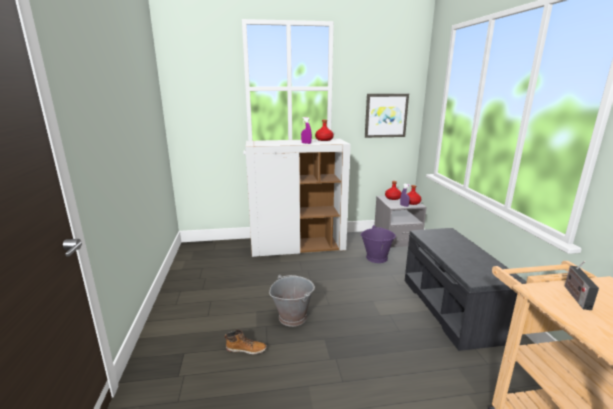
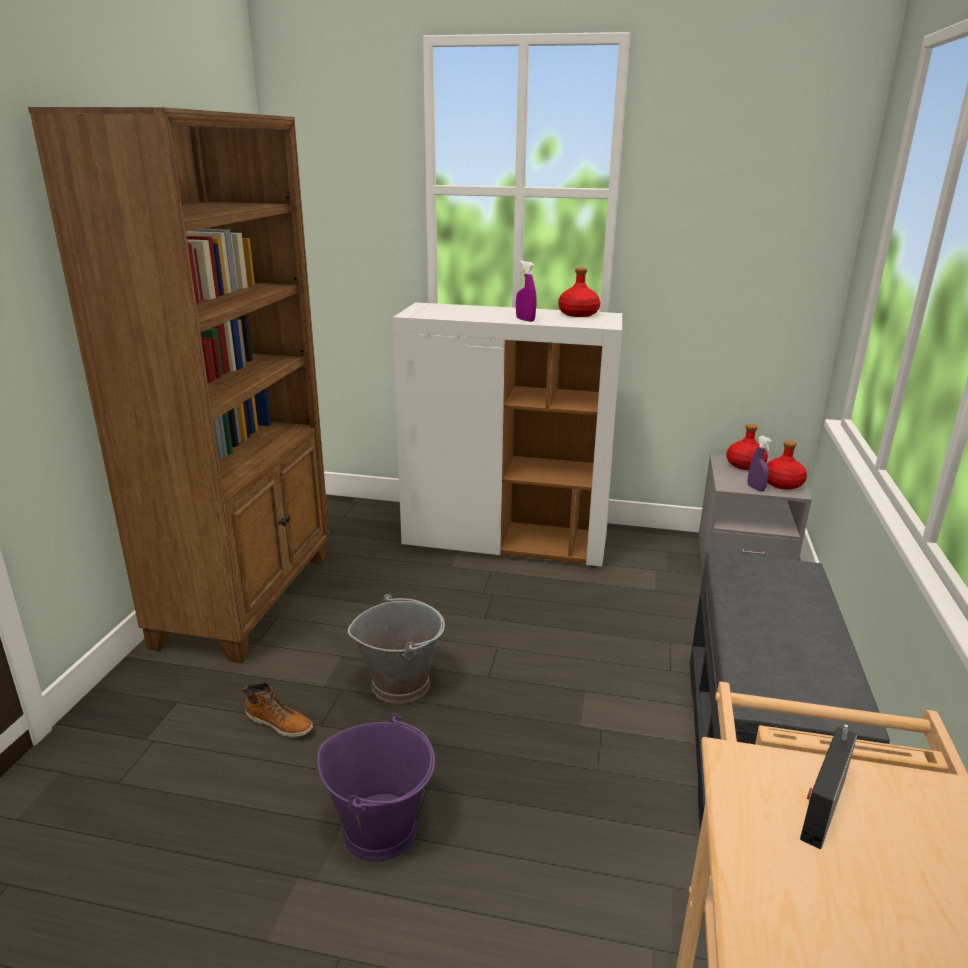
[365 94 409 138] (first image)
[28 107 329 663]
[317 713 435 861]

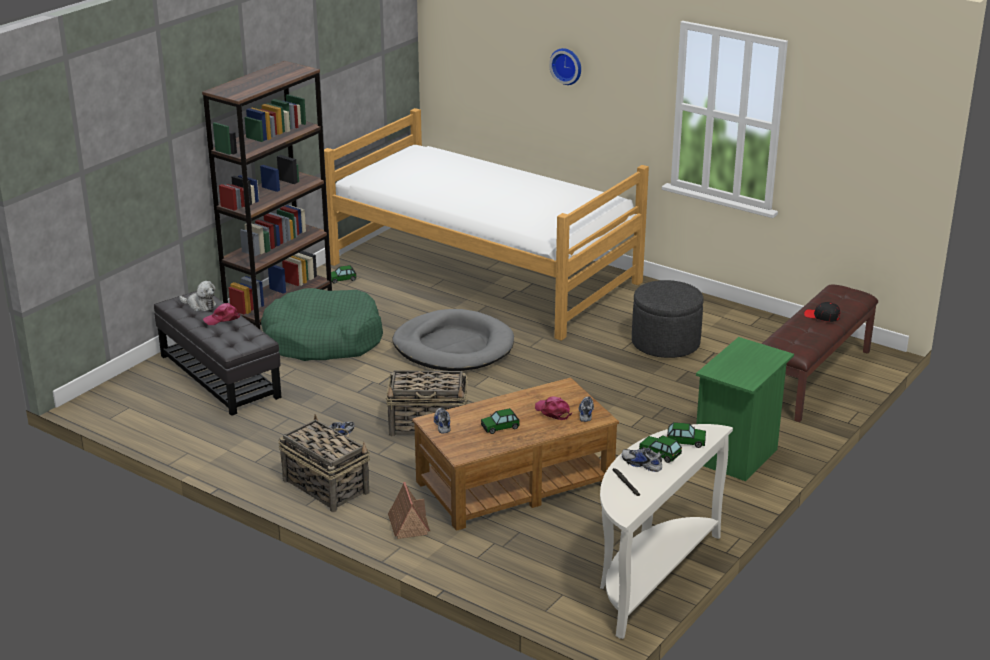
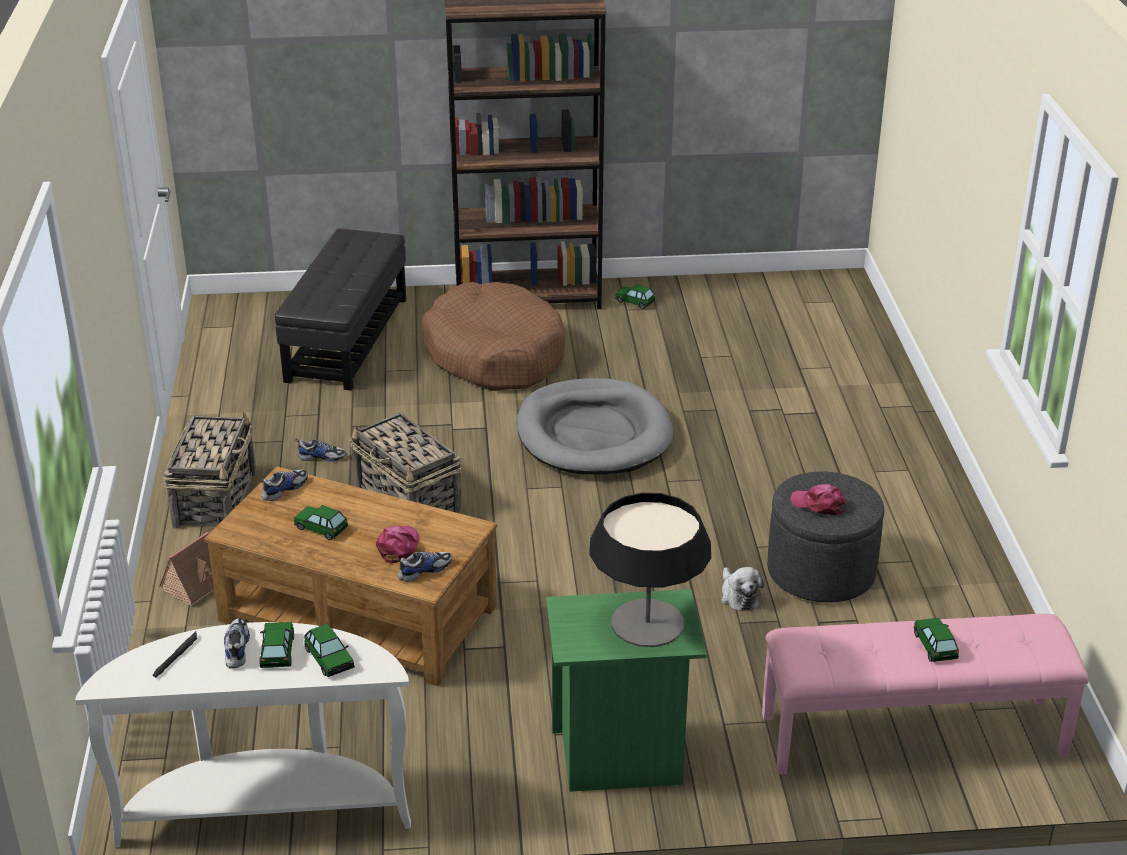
[324 108 649 341] (first image)
[549 48 581 85] (first image)
[589 493 711 647]
[721 567 764 611]
[790 484 847 515]
[913 618 959 662]
[422 282 565 391]
[762 614 1089 774]

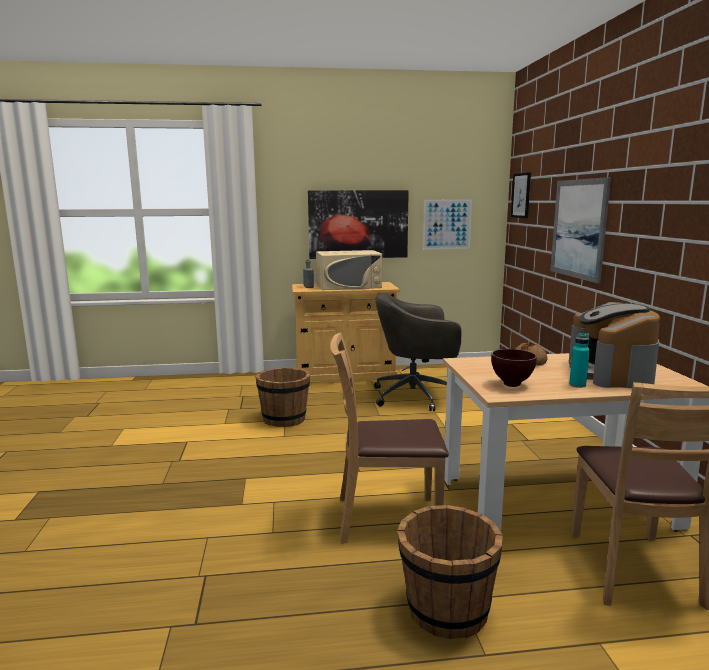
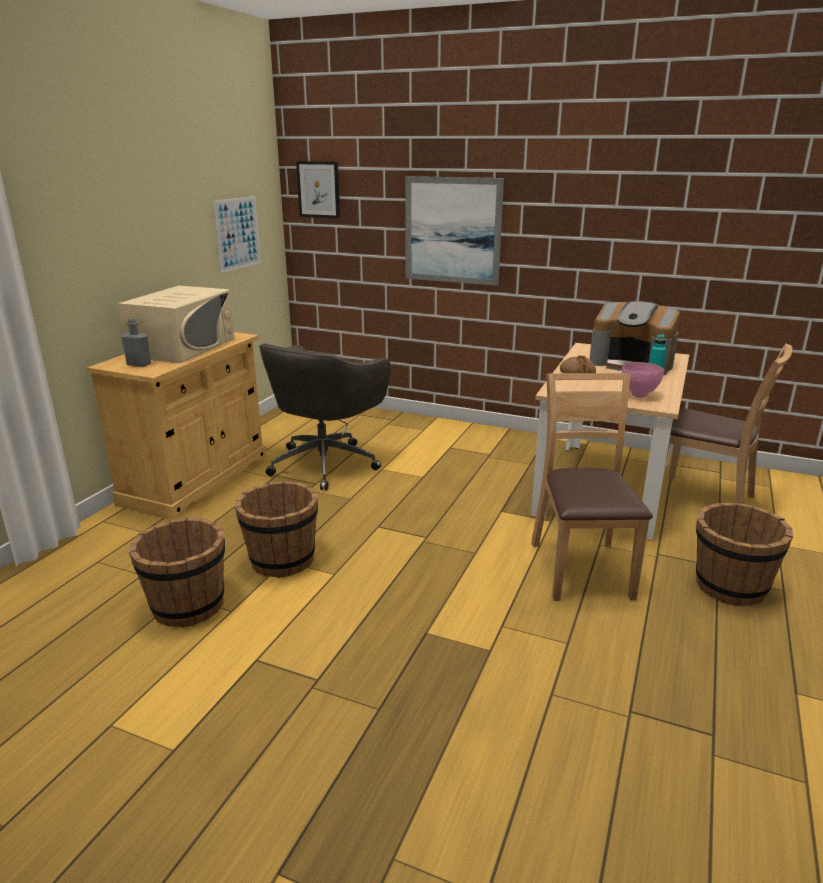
[308 190 409 259] (first image)
[129 518 225 628]
[622 362 664 398]
[531 373 653 601]

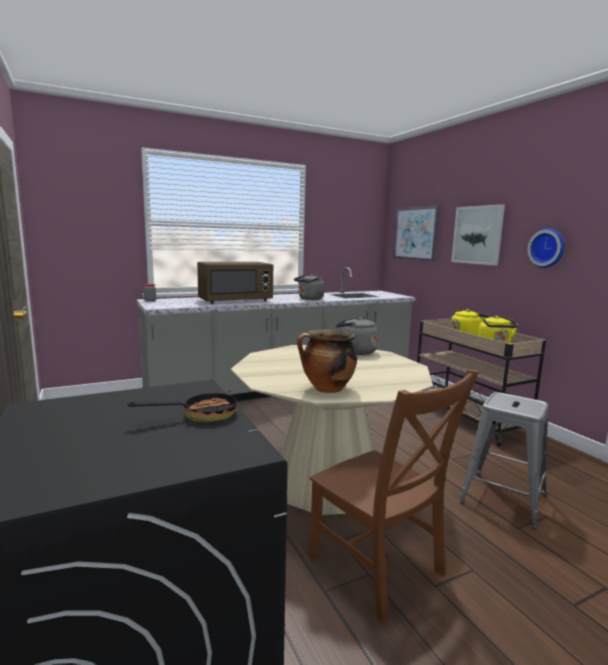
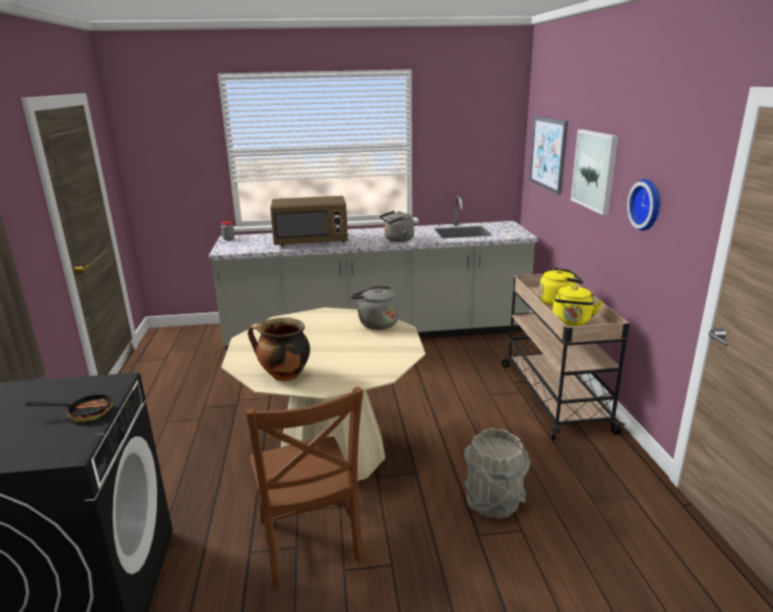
[464 428 531 519]

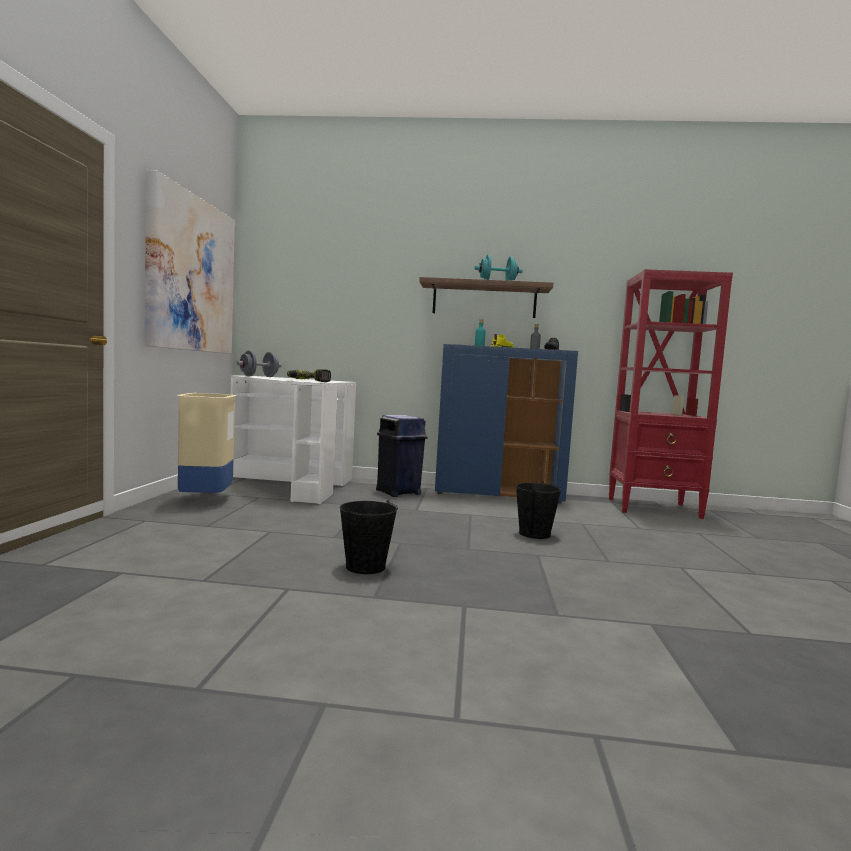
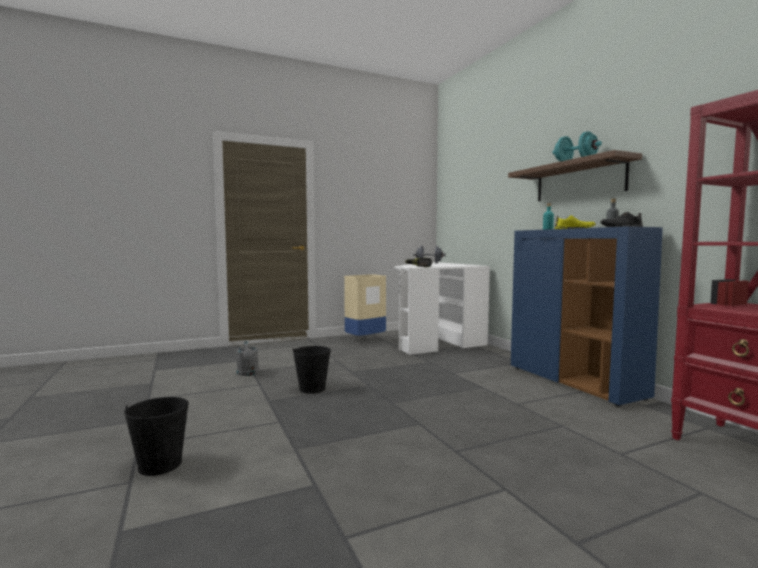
[145 170 235 354] (first image)
[376 415 428 497] (first image)
[236 341 259 376]
[124 397 189 476]

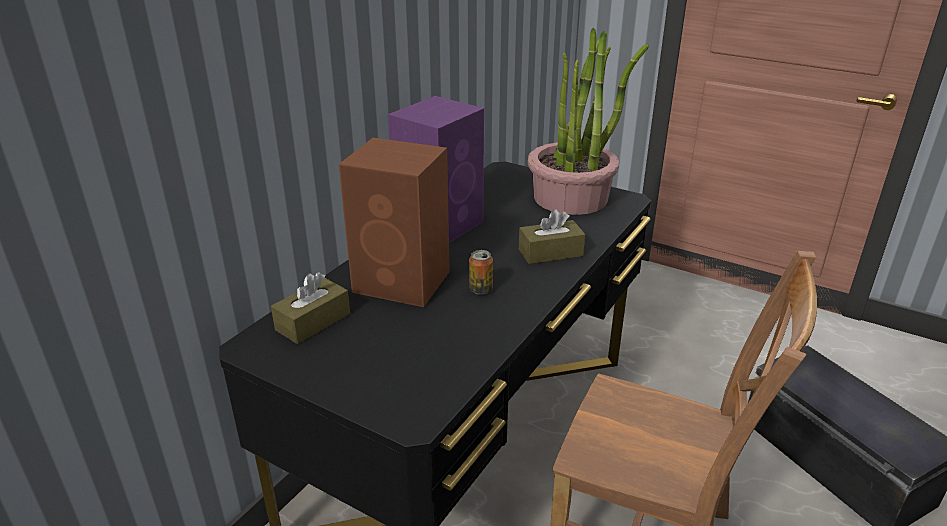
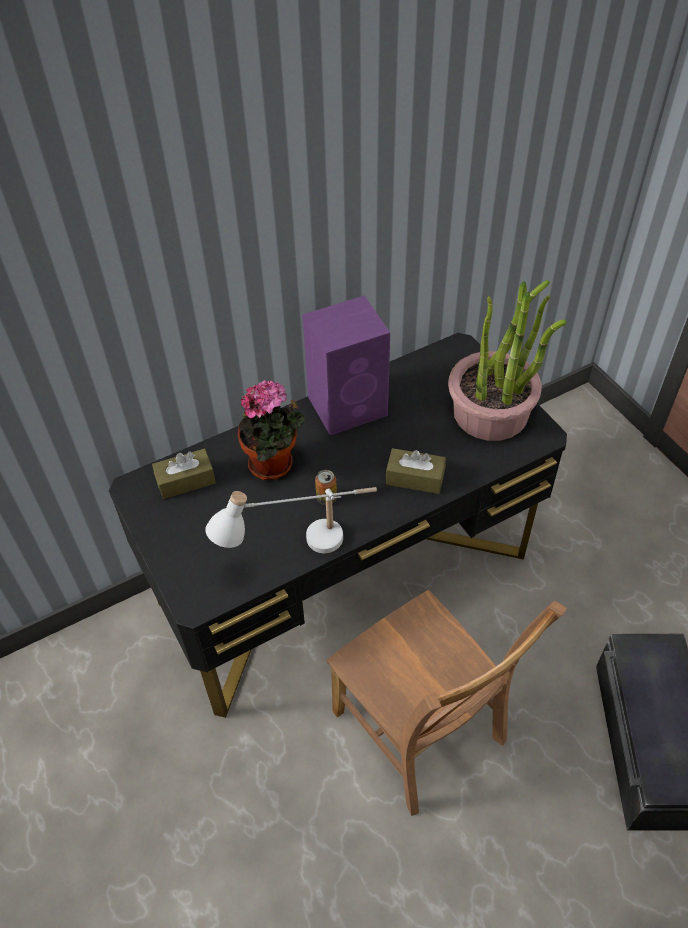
[205 487 377 553]
[237 380 305 480]

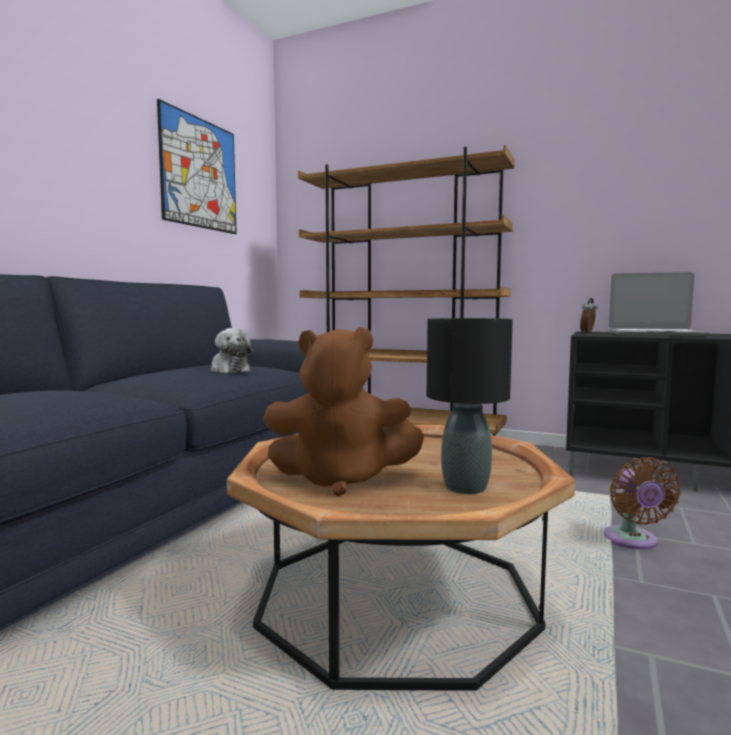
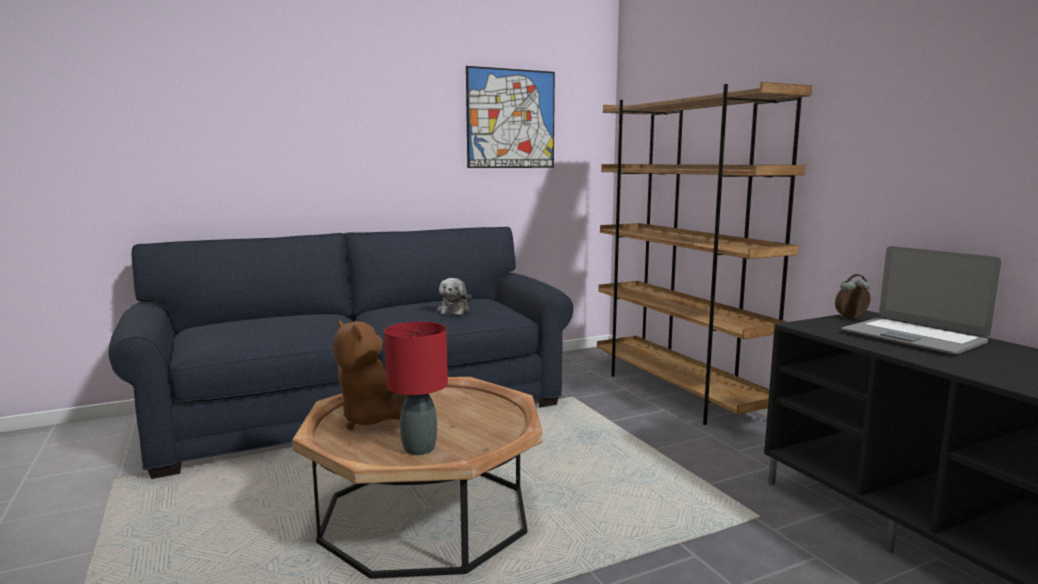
[604 457 681 550] (first image)
[384 322 448 455]

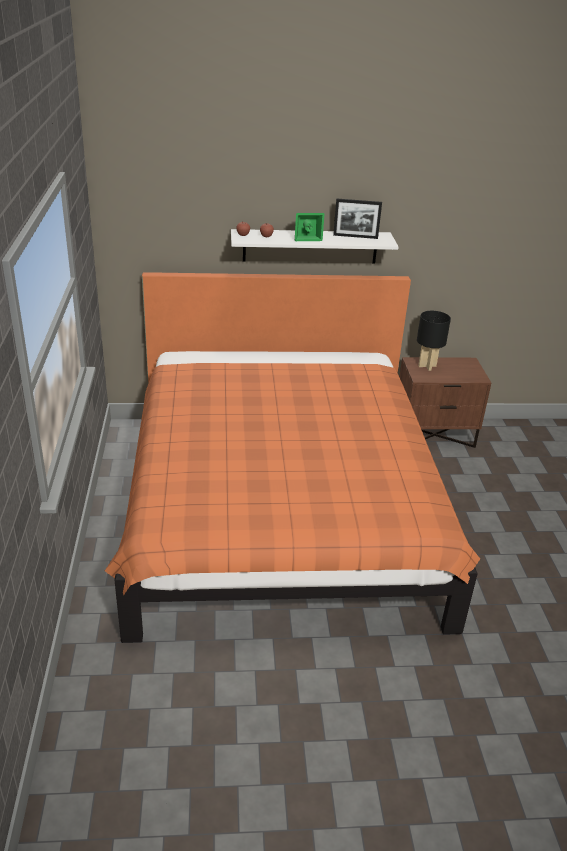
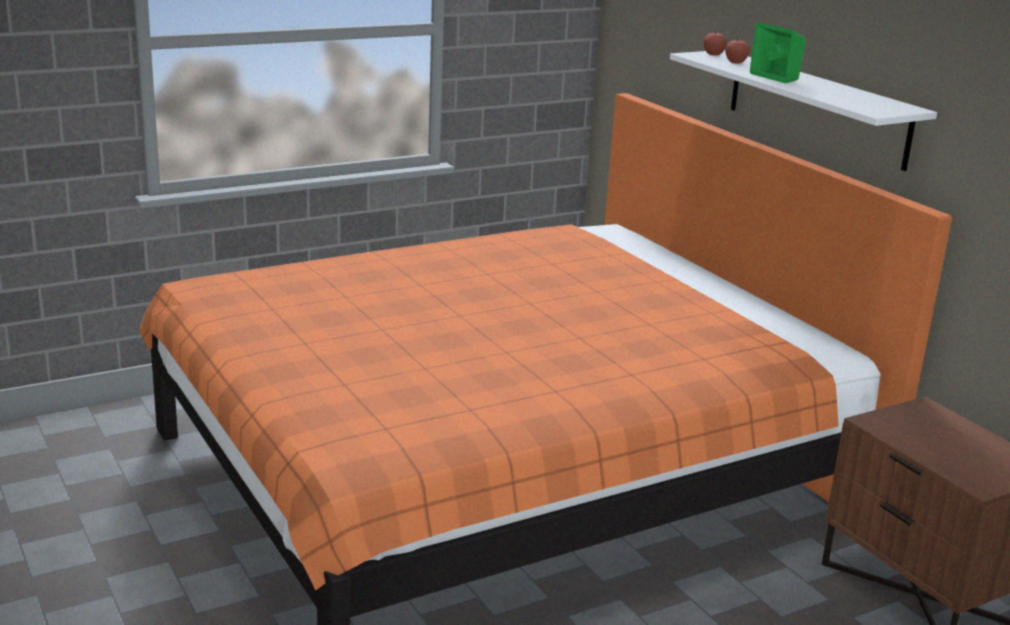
[333 198 382 239] (first image)
[417 311 451 371] (first image)

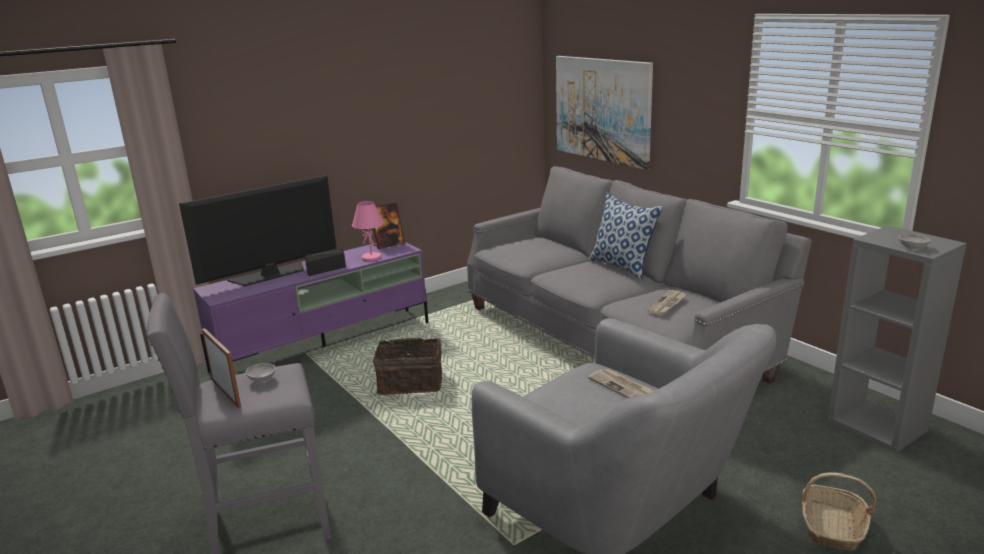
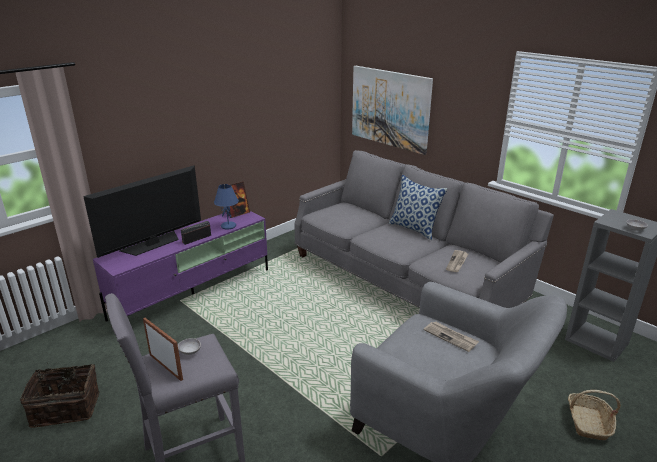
[20 362 99 428]
[214 184 239 230]

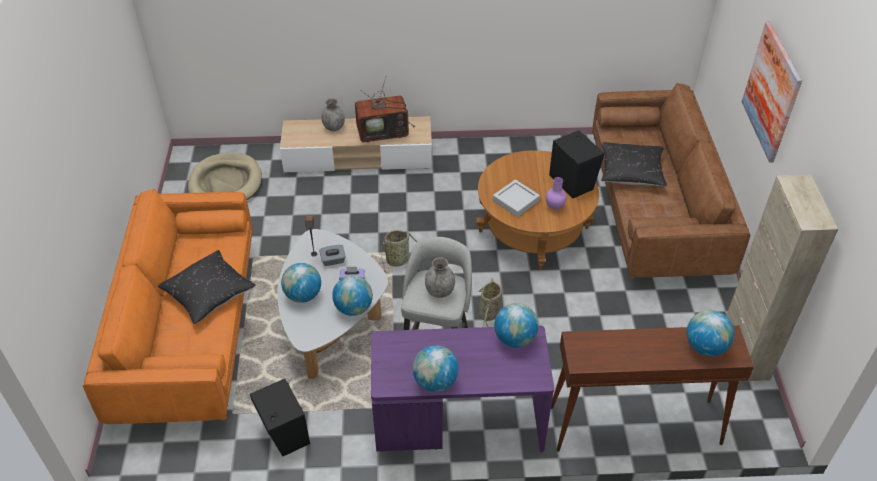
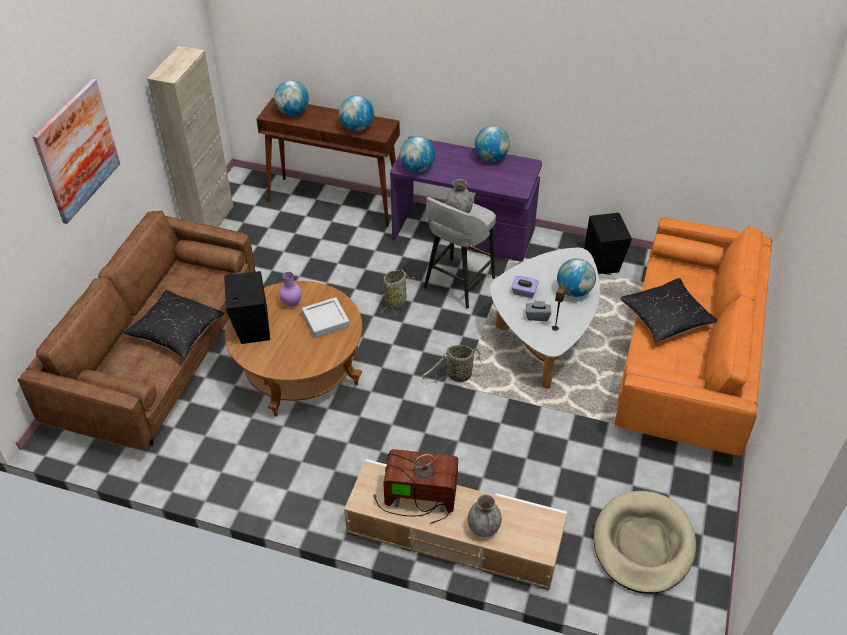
[339 95 374 131]

